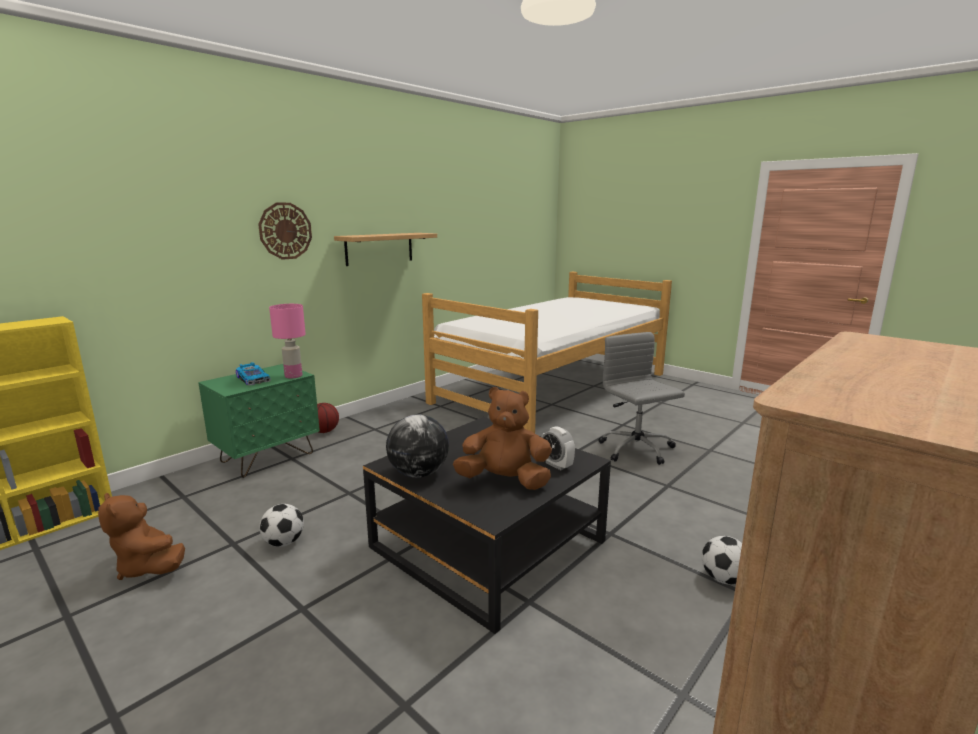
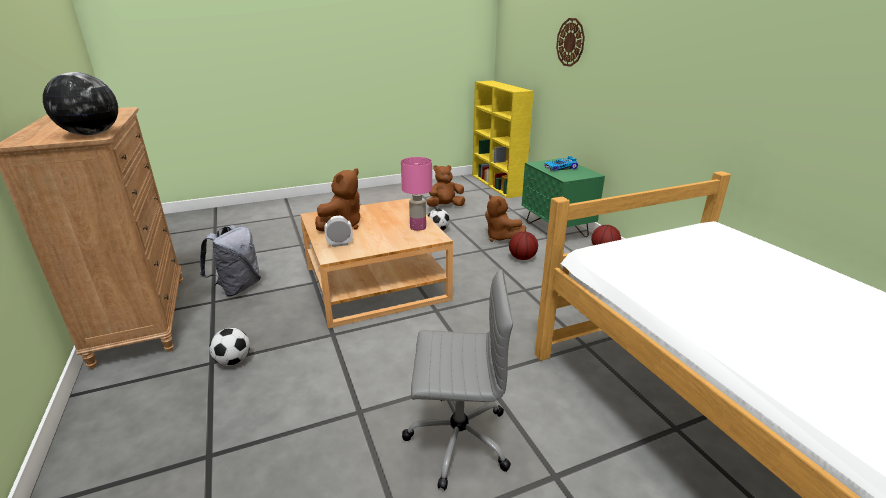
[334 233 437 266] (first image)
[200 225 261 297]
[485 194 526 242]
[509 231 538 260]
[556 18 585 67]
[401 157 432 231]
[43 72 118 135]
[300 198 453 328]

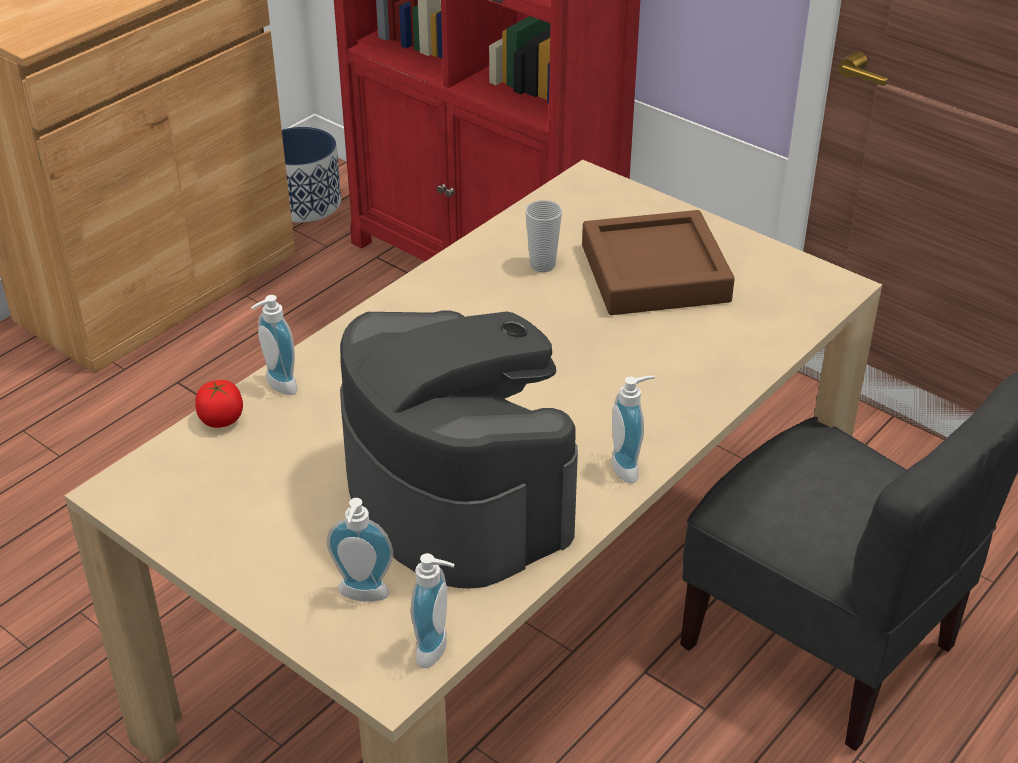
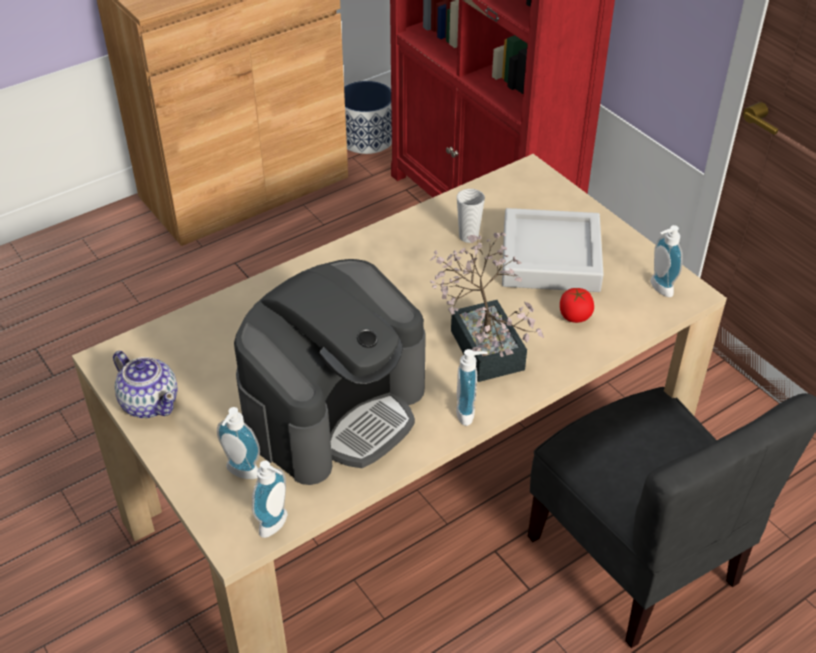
[113 351 178 418]
[430 232 544 382]
[560 288 594 323]
[650 225 683 297]
[502 208 604 292]
[234 259 426 485]

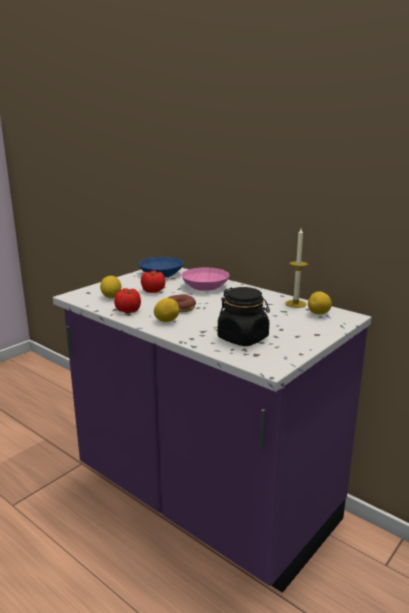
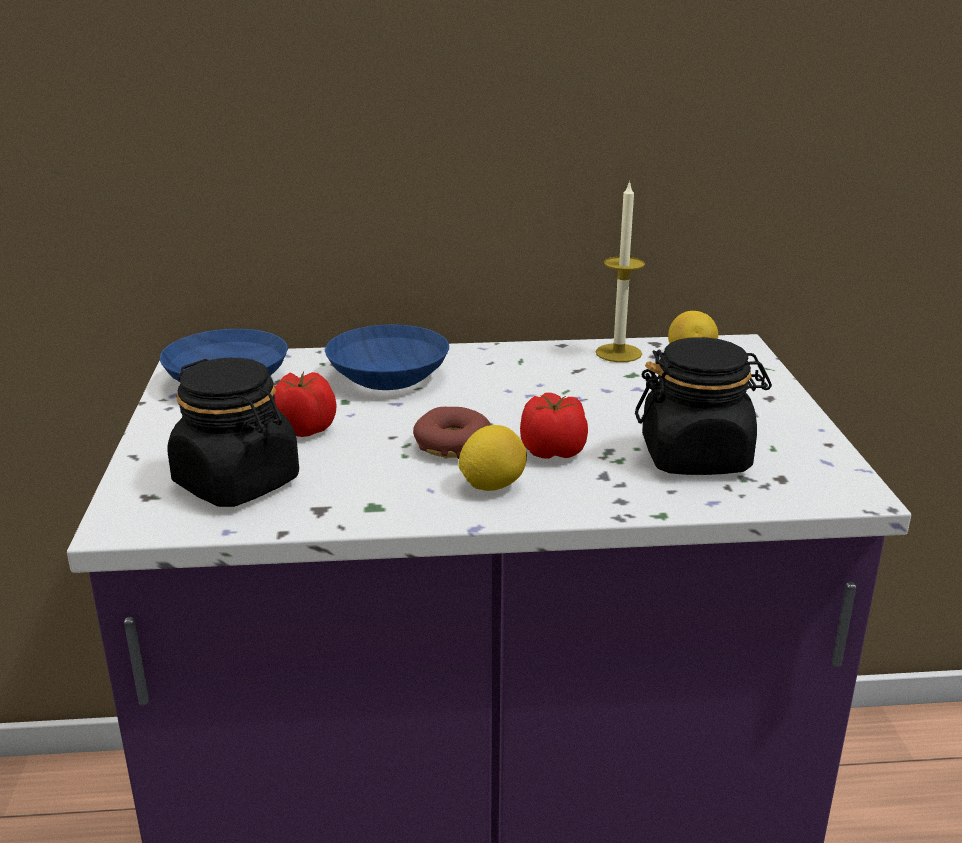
[520 393 588 459]
[167 358 299 507]
[325 324 449 390]

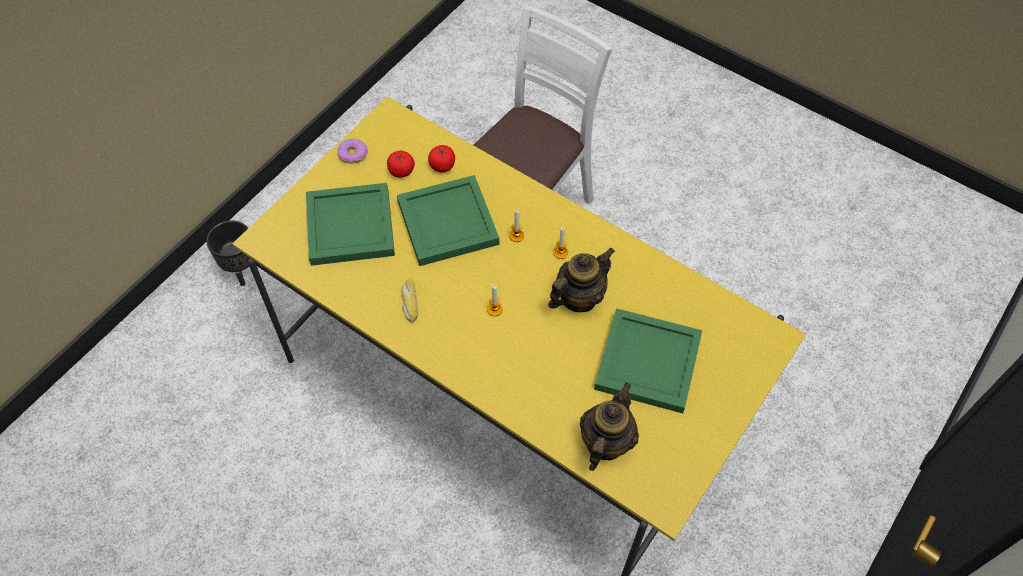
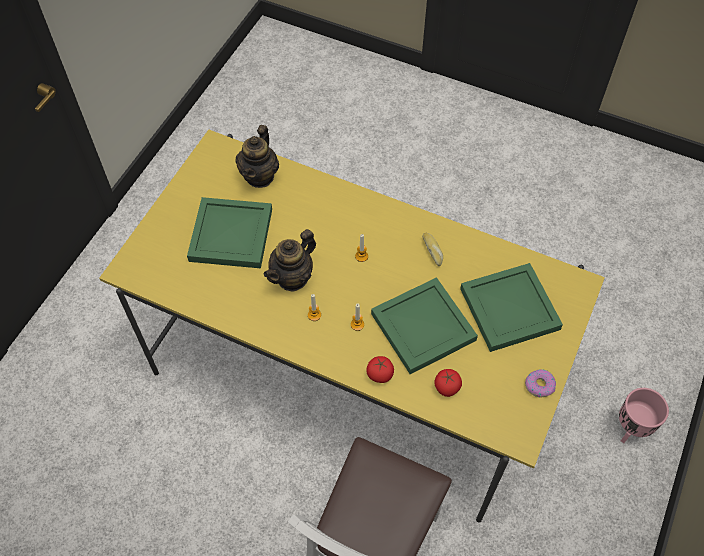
[366 356 394 383]
[619 388 669 443]

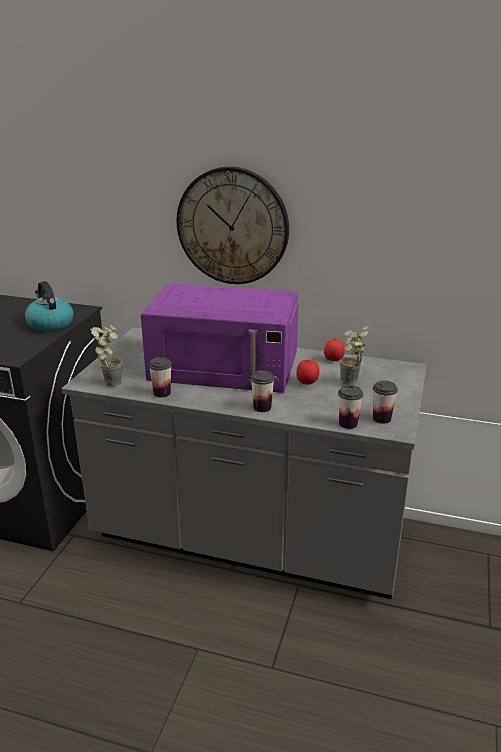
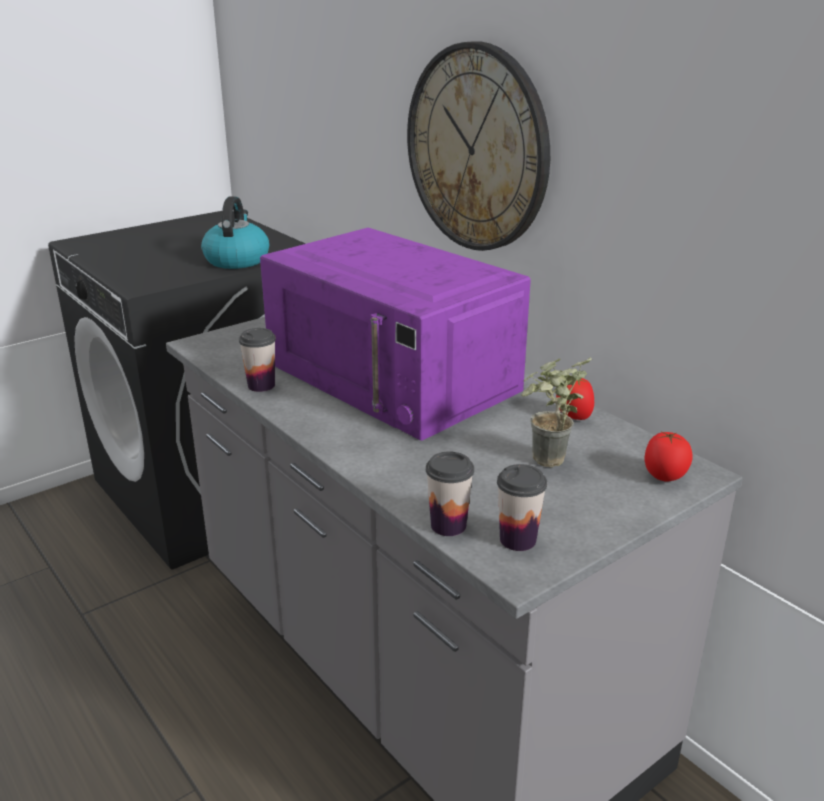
[91 325 122 387] (first image)
[251 370 275 412] (first image)
[645 431 693 481]

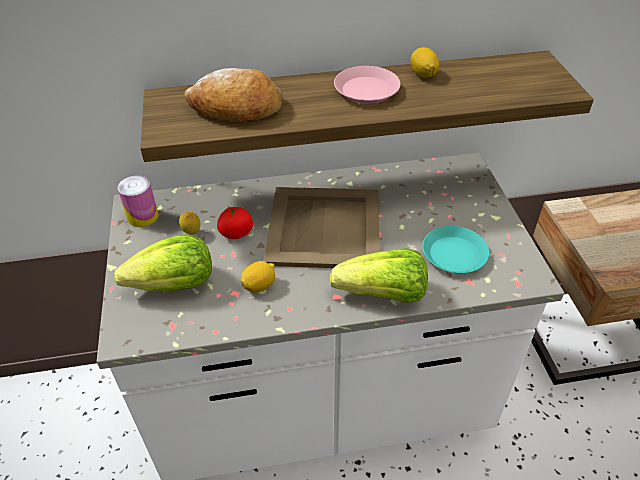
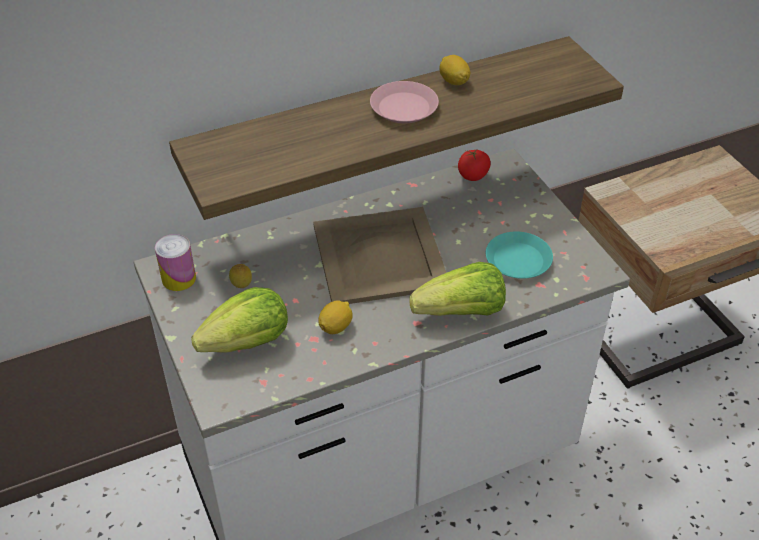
[184 68 282 122] (first image)
[458 149 491 181]

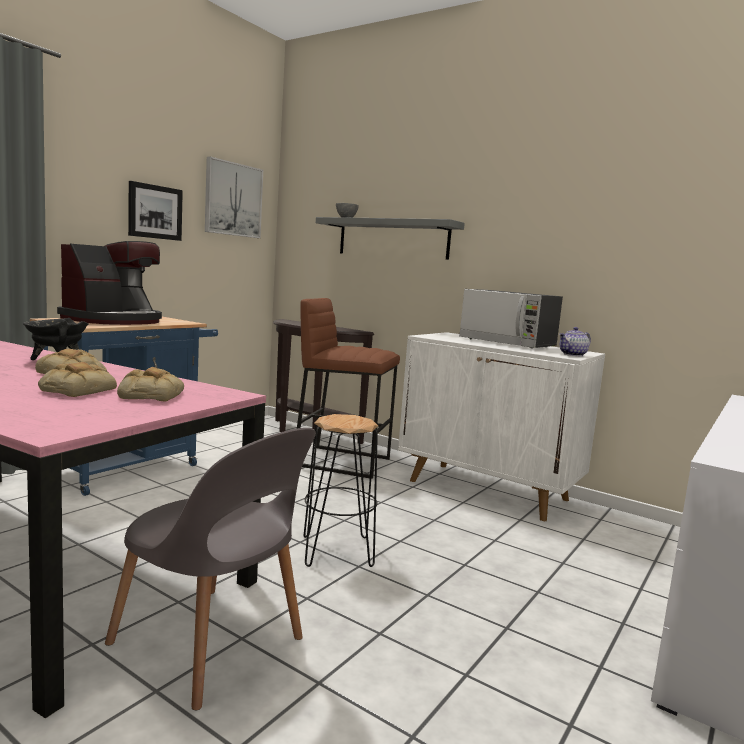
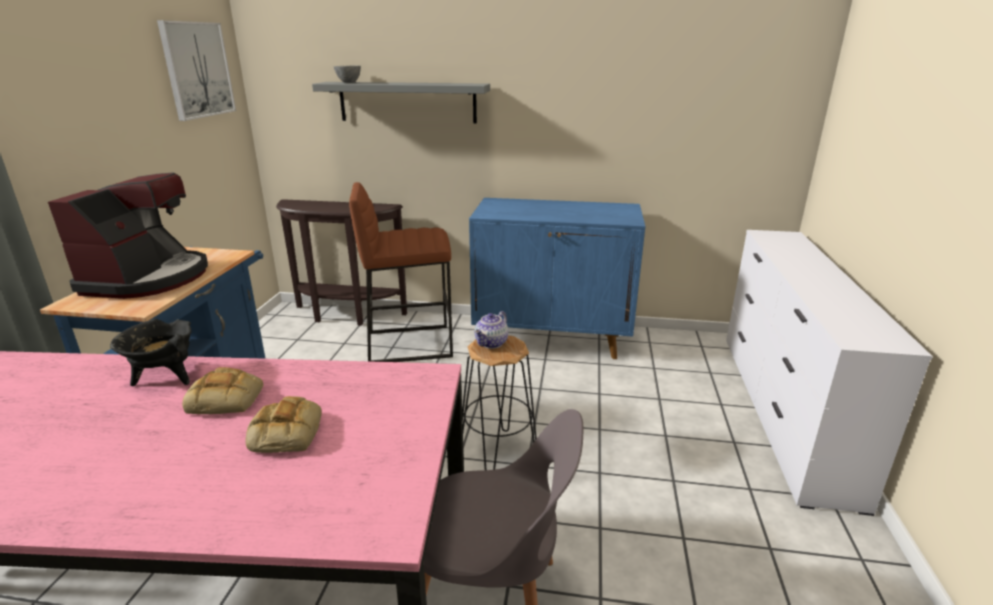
[117 367 184 401] (first image)
[128 181 183 241] (first image)
[459 289 563 349] (first image)
[475 311 508 349]
[469 198 646 359]

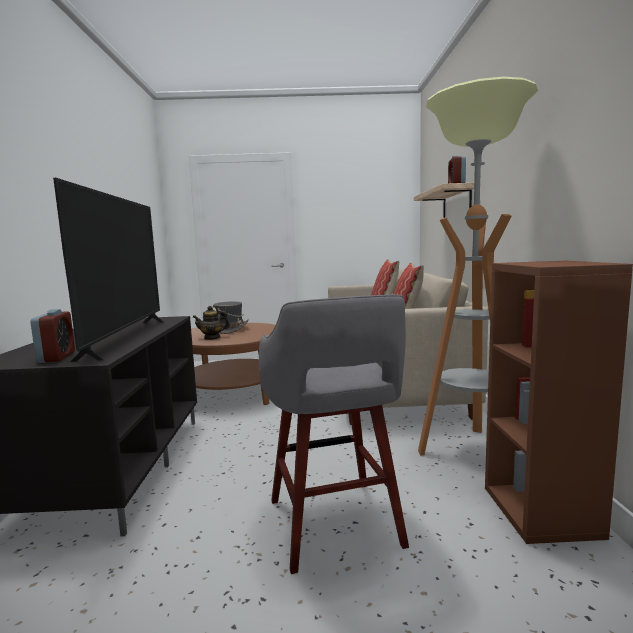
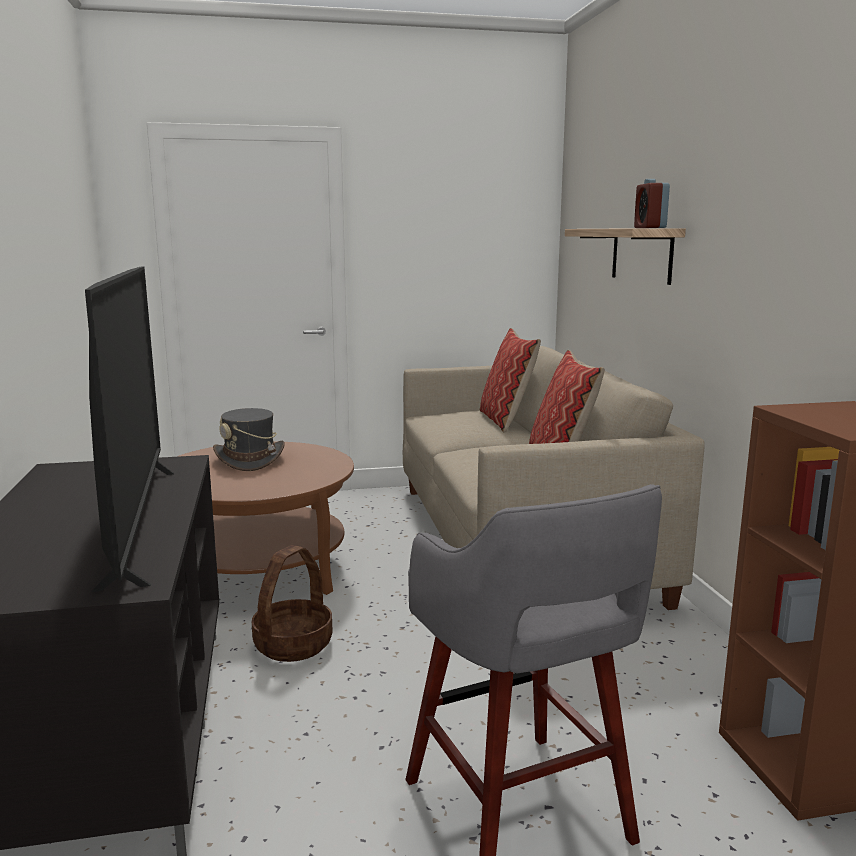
[30 309 75 363] (first image)
[193 306 230 340] (first image)
[418 77 538 456] (first image)
[252 545 333 662]

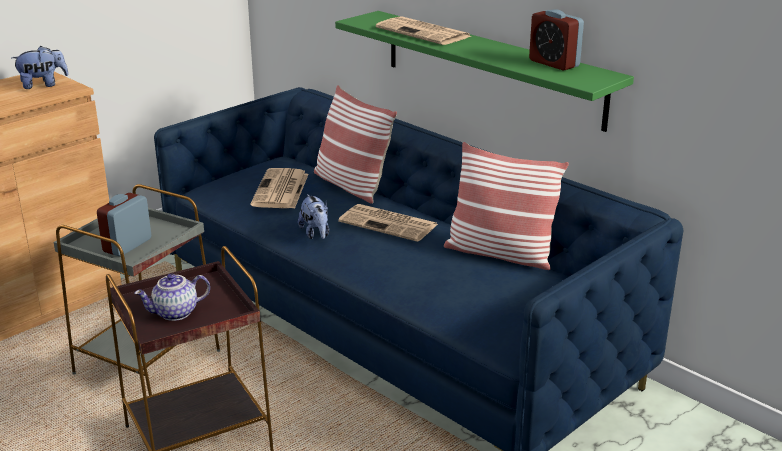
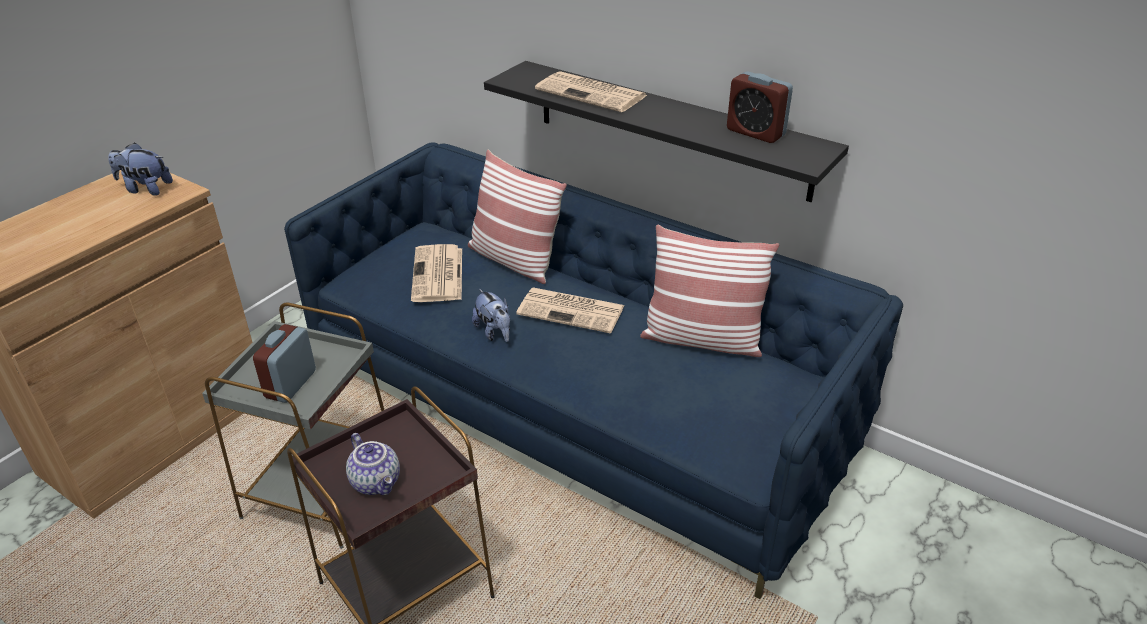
[484 61 849 202]
[108 142 173 196]
[346 433 400 495]

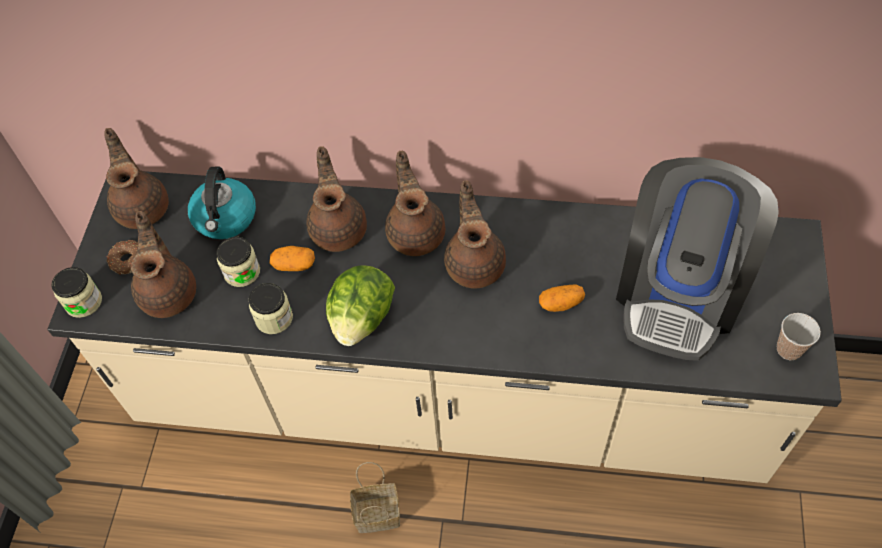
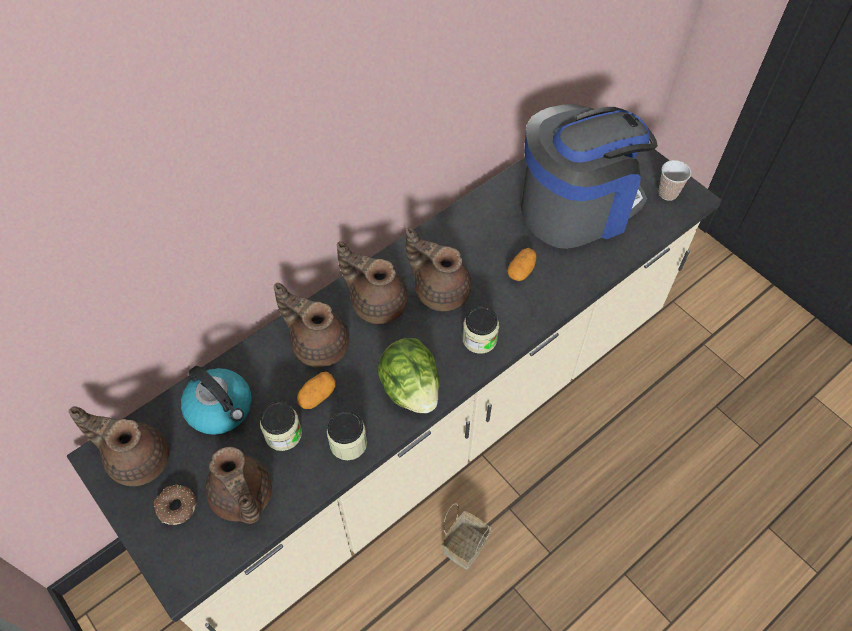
[462 306 499 354]
[205 447 272 524]
[521 104 658 249]

